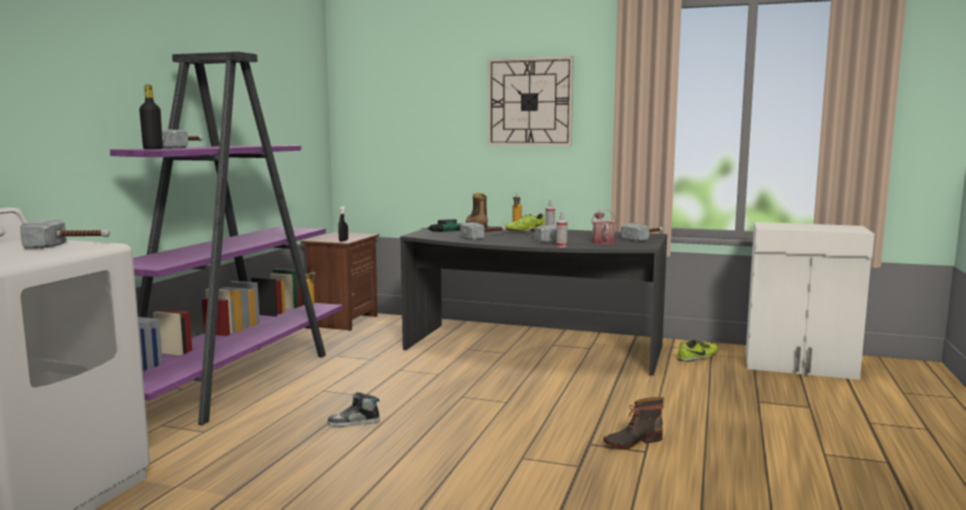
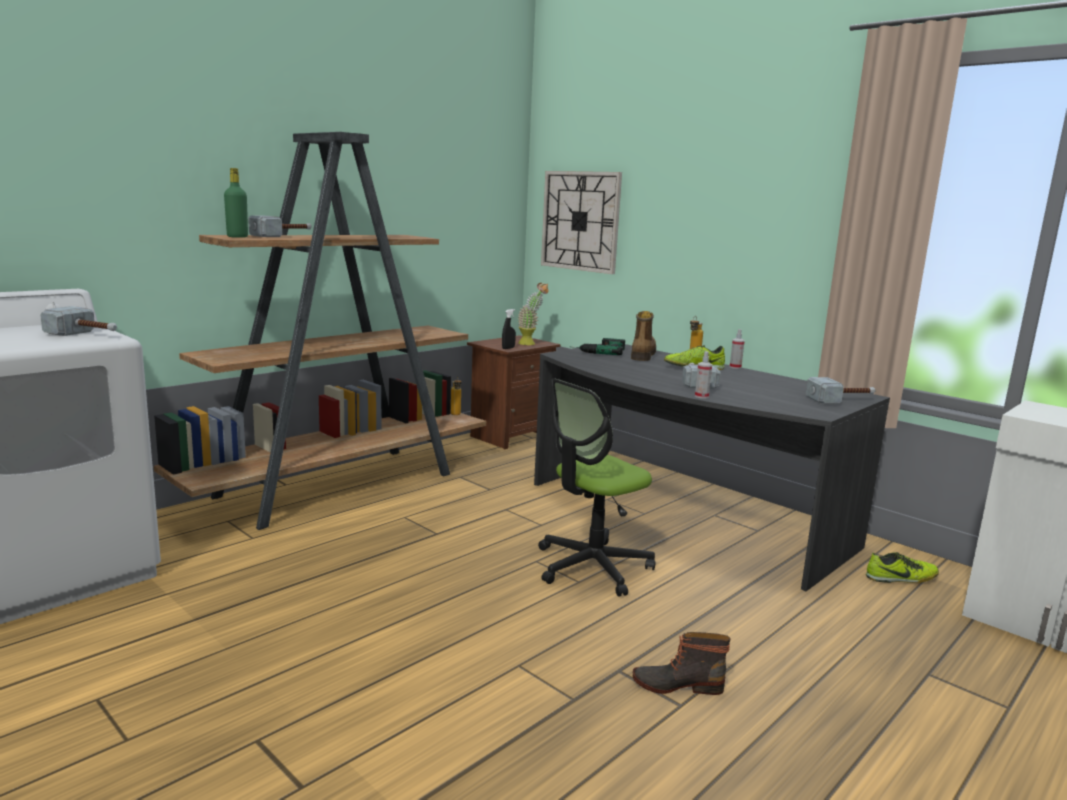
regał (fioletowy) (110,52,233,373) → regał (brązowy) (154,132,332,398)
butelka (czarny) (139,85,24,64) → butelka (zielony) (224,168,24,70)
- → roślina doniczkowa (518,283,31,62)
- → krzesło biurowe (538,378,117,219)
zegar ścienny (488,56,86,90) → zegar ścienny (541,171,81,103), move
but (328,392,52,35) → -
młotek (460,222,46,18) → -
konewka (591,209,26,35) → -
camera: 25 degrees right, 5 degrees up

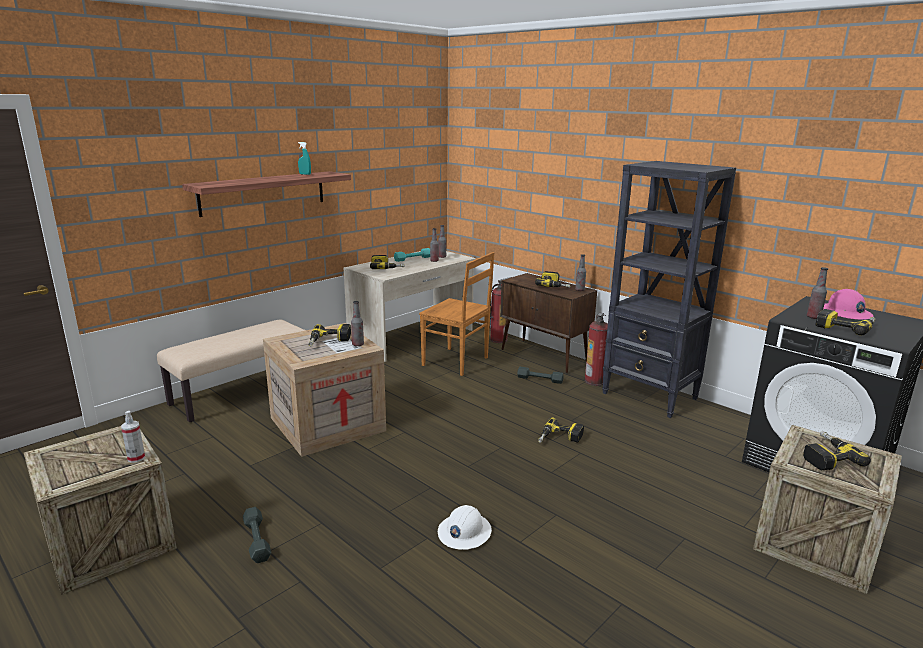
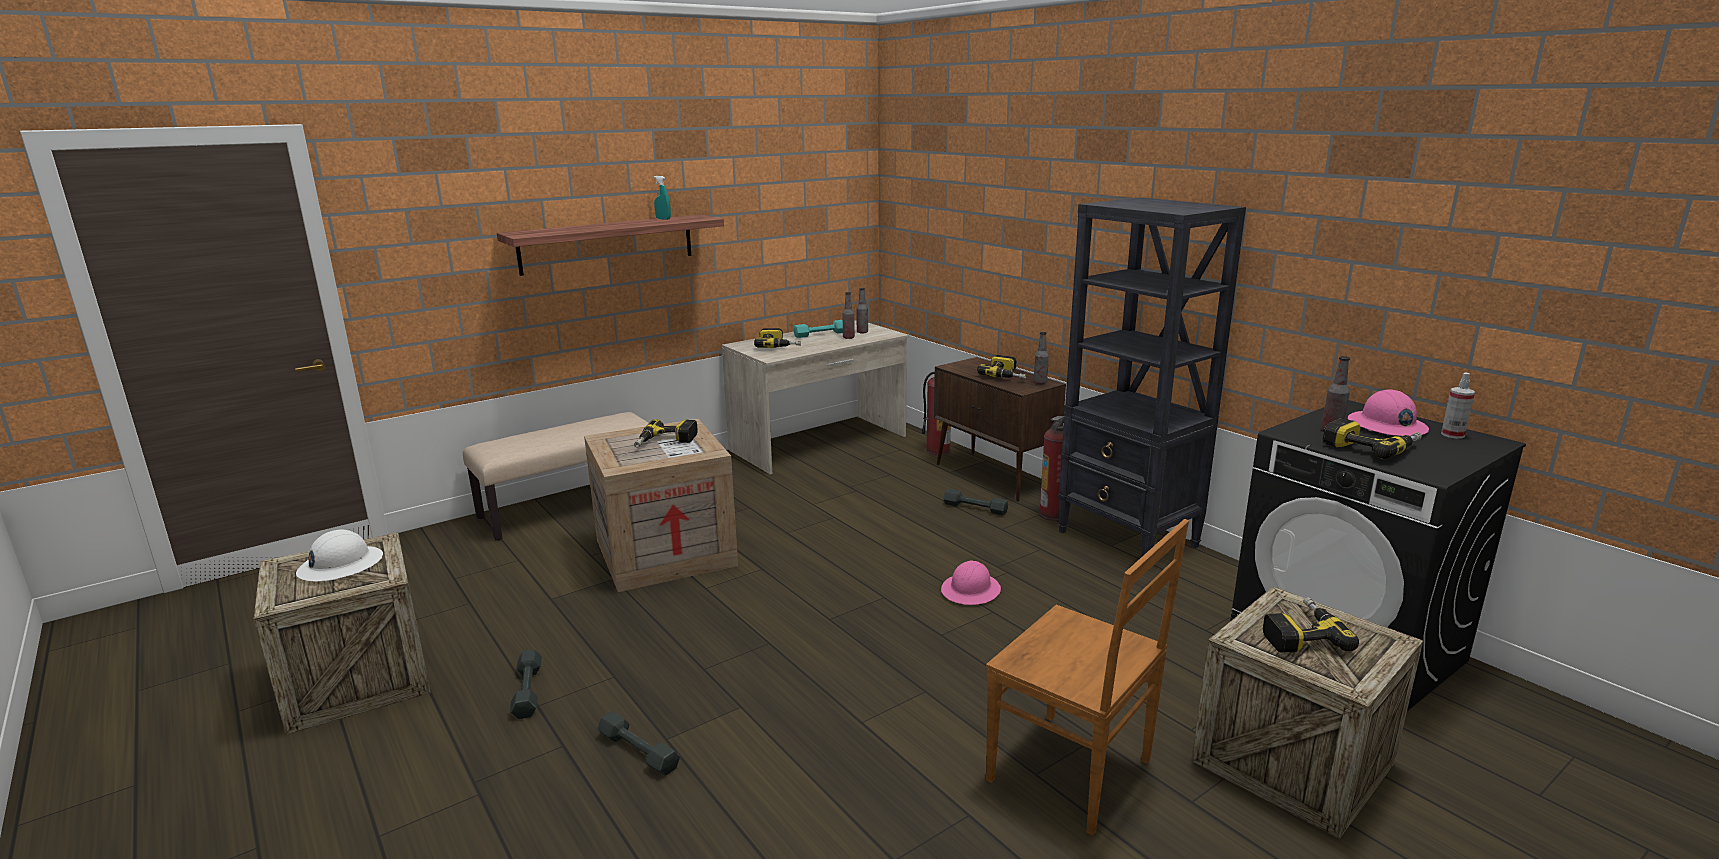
kask (biały) (438,505,54,45) → kask (biały) (296,530,87,52), move
- → hantel (szary) (597,711,83,65)
wiertarka (538,417,46,26) → kask (różowy) (941,561,60,44)
krzesło (brązowy) (419,252,75,124) → krzesło (brązowy) (986,519,203,316), move
spryskiwacz (121,411,24,52) → spryskiwacz (1441,372,34,67), move
butelka (351,301,13,45) → -
camera: 10 degrees right, 0 degrees up

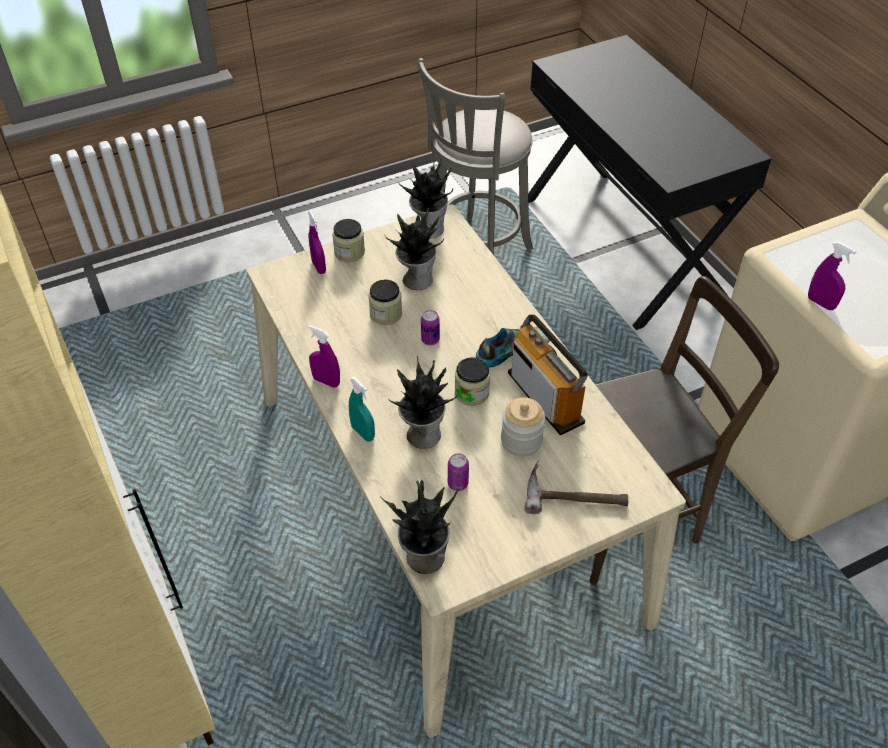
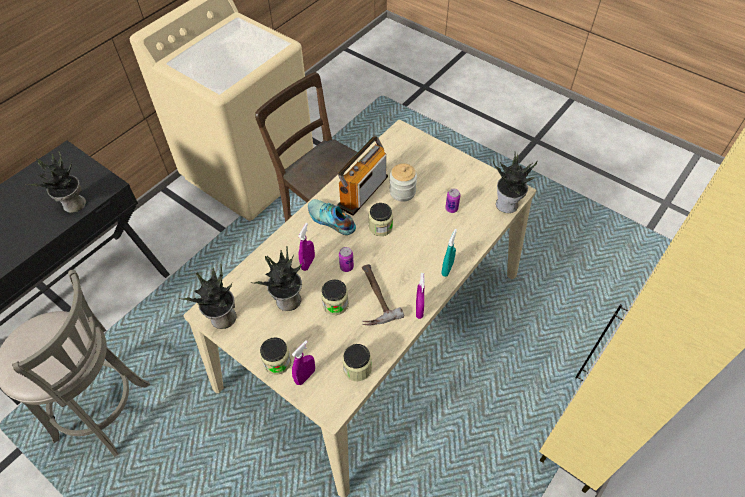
roślina doniczkowa (389,356,69,93) → roślina doniczkowa (26,151,60,62), move
spryskiwacz (fioletowy) (808,242,48,68) → spryskiwacz (fioletowy) (298,223,17,48), move
- → słoik (342,344,30,37)
młotek (525,460,103,54) → młotek (362,264,42,61), move
camera: 115 degrees left, 5 degrees up

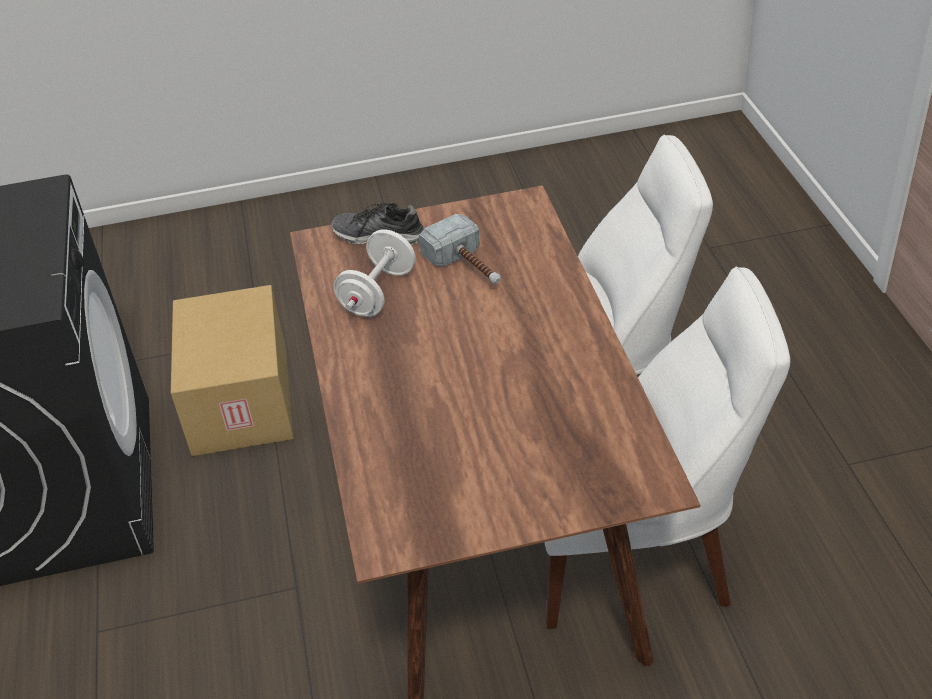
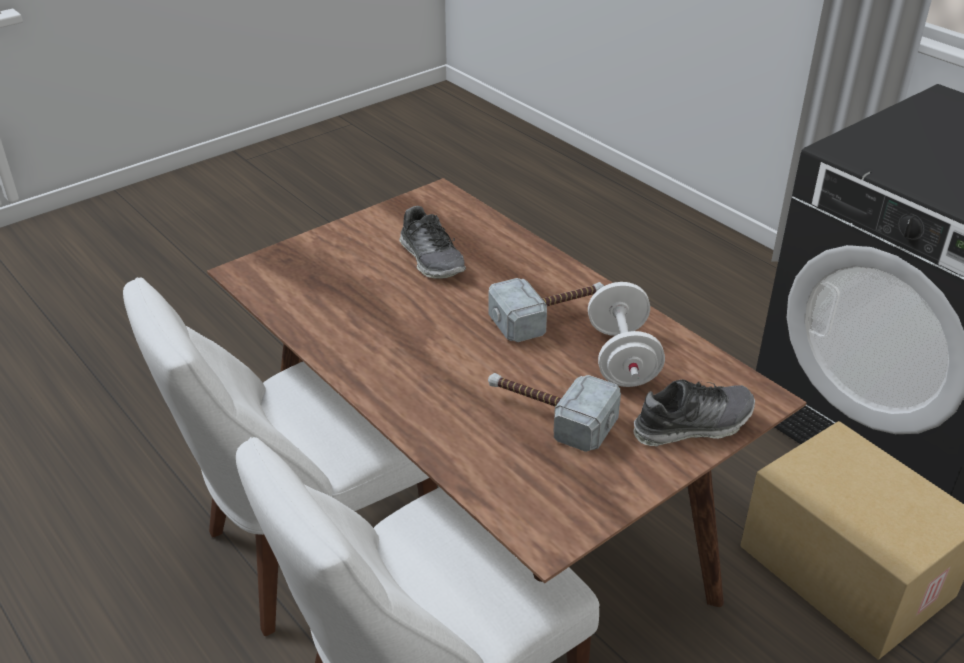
- → but (399,206,67,73)
- → młotek (488,278,116,64)
camera: 150 degrees right, 5 degrees down

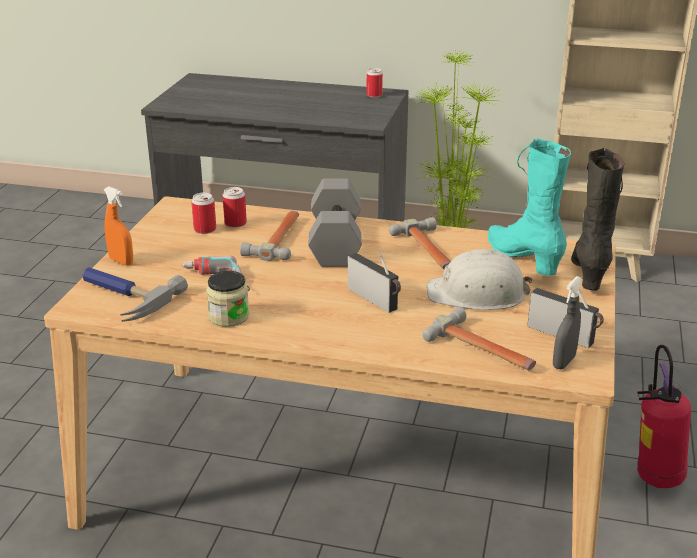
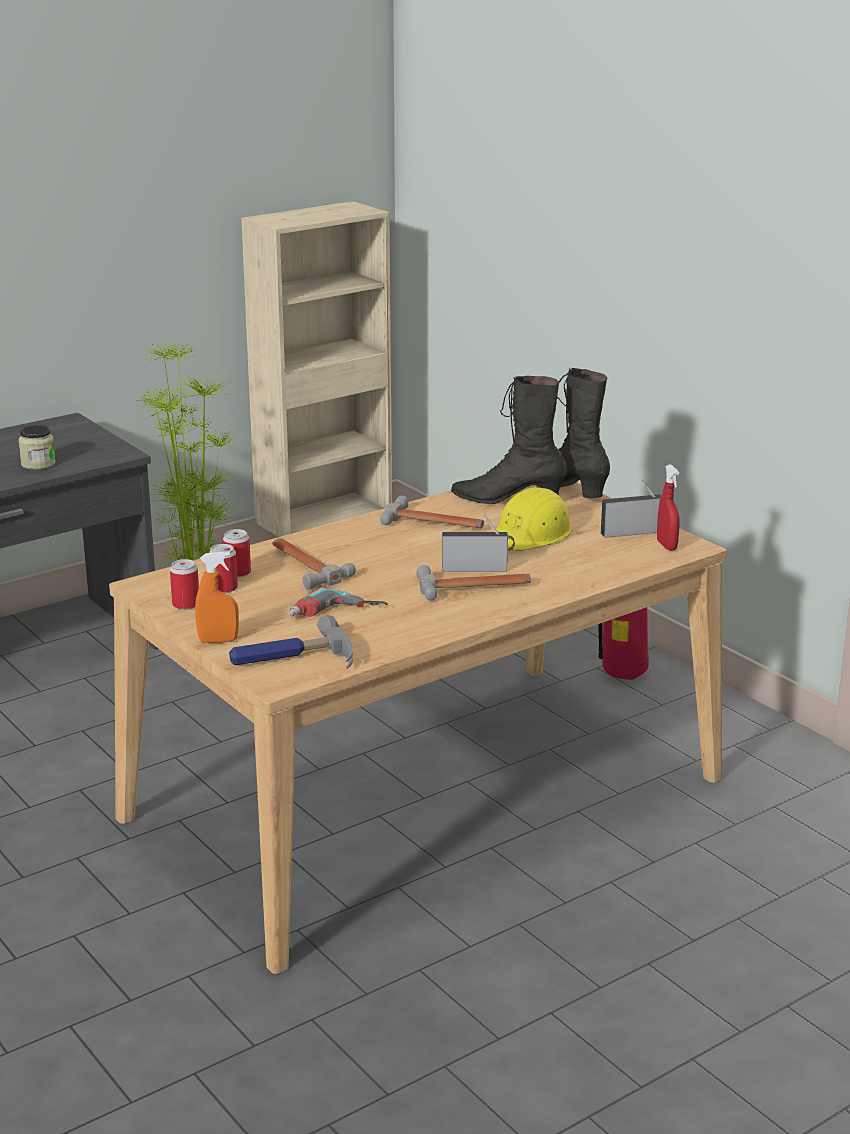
słoik (206,271,43,56) → słoik (18,425,38,45), move
puszka (366,68,17,30) → puszka (170,559,29,51), move
młotek (423,307,113,63) → młotek (416,565,115,36), move
but z cholewką (turkusowy) (488,138,84,138) → but z cholewką (czarny) (451,376,116,128)
kask (biały) (427,249,105,61) → kask (żółty) (493,487,80,64)
spryskiwacz (szary) (553,276,29,93) → spryskiwacz (czerwony) (657,464,23,87)
hantel (szary) (308,178,54,89) → -
camera: 50 degrees left, 5 degrees down

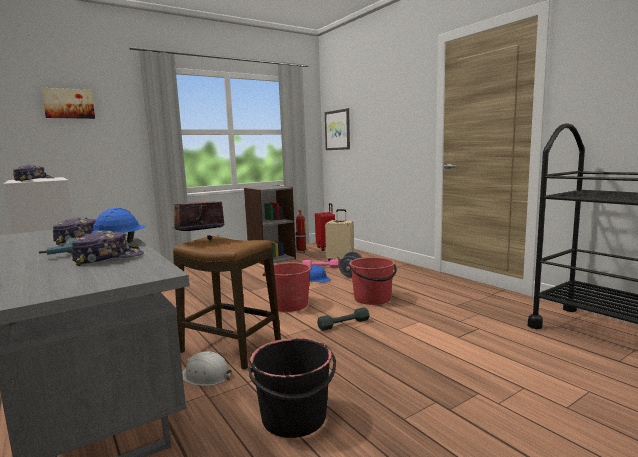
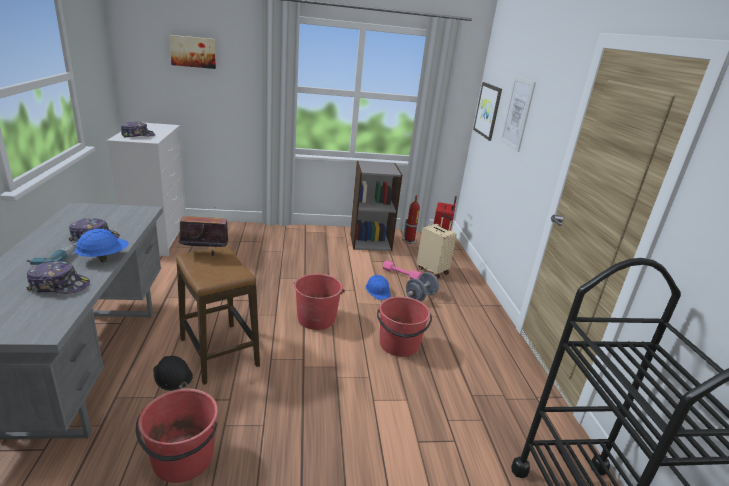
wiadro (czarny) (248,338,88,100) → wiadro (czerwony) (136,389,82,94)
kask (biały) (182,351,51,35) → kask (czarny) (153,356,40,35)
- → obraz (500,76,36,76)
hantel (szary) (317,307,53,24) → -
camera: 25 degrees right, 15 degrees up

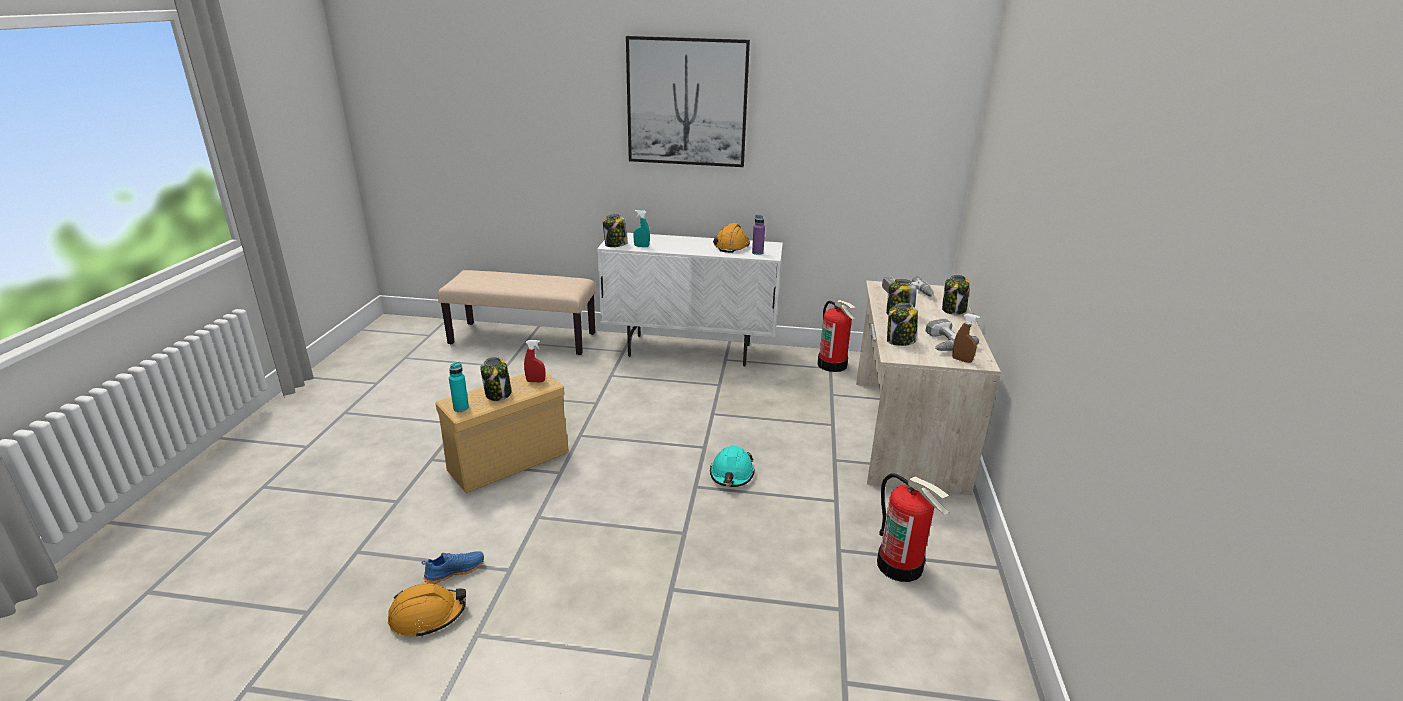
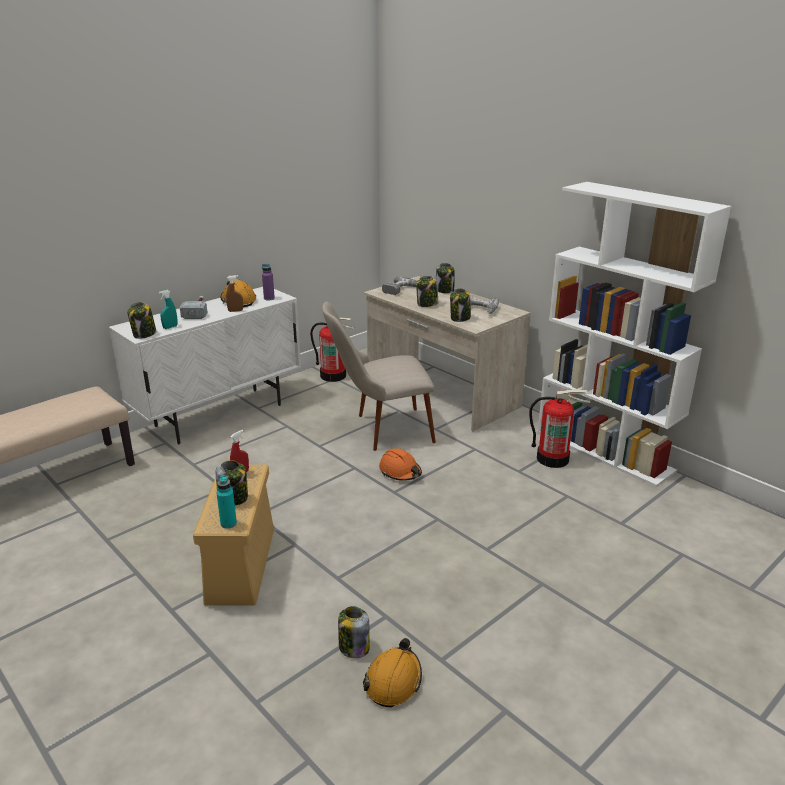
- → młotek (180,296,27,23)
spryskiwacz (brązowy) (952,313,28,50) → spryskiwacz (brązowy) (226,275,17,37), move
- → krzesło (beżowy) (322,302,114,149)
but (niebieski) (421,551,63,33) → słoik (338,606,32,52)
kask (turkusowy) (710,446,45,41) → kask (pomarańczowy) (379,449,43,32)
- → regał (biały) (537,182,195,305)
obraz (626,36,124,131) → -
camera: 50 degrees left, 0 degrees up

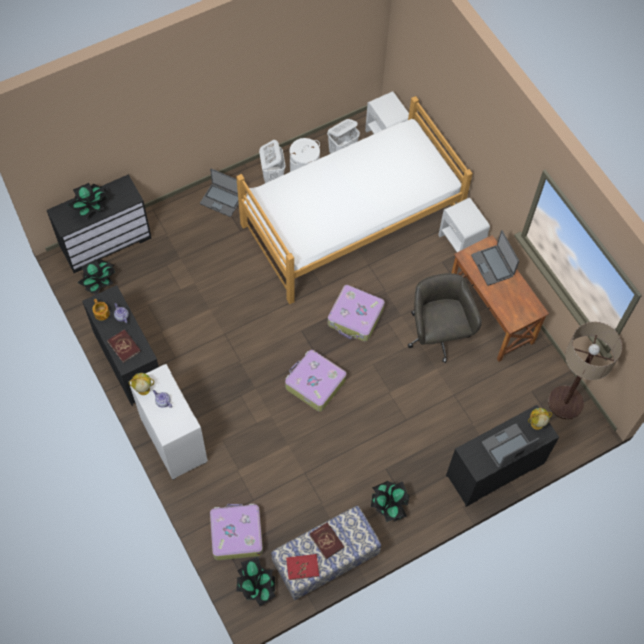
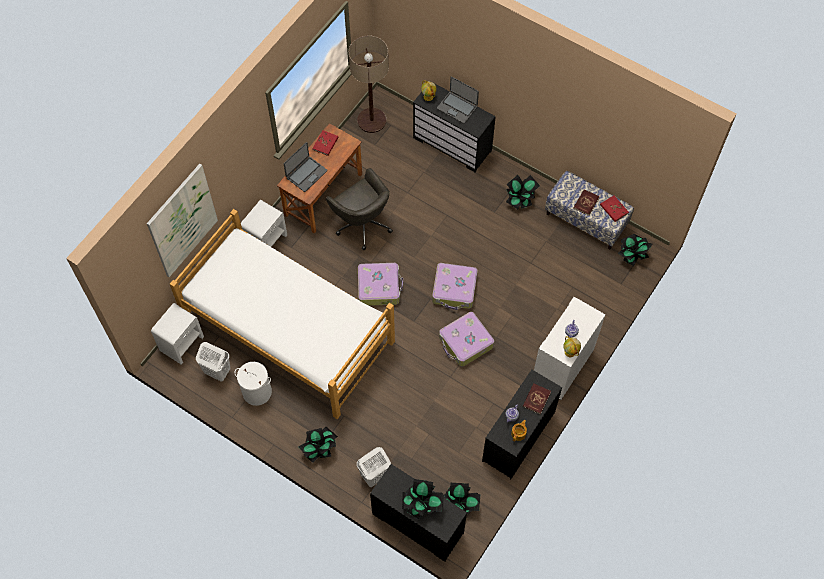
- → obraz (147,164,71,113)
laptop (200,169,39,48) → roślina doniczkowa (299,427,39,36)
- → książka (czerwony) (312,130,26,26)
krzesło biurowe (szary) (408,273,74,90) → krzesło biurowe (szary) (326,168,67,82), 90 degrees counterclockwise
kosz na pranie (biały) (259,140,27,43) → kosz na pranie (biały) (357,447,34,40), move
walizka (210,504,53,56) → walizka (439,312,55,55), move
camera: 115 degrees left, 0 degrees up

